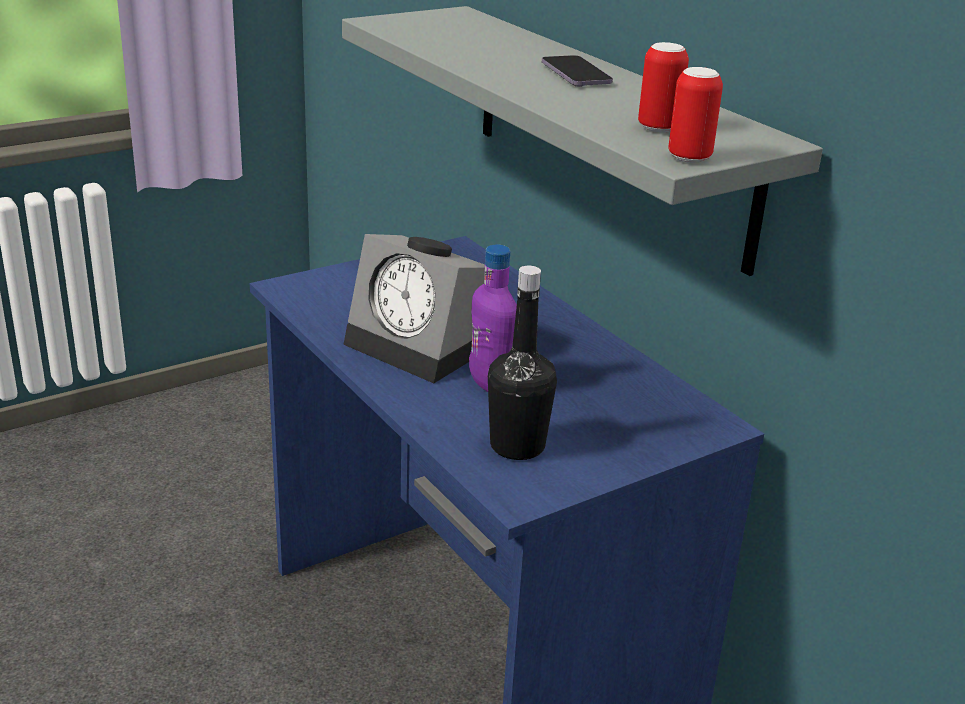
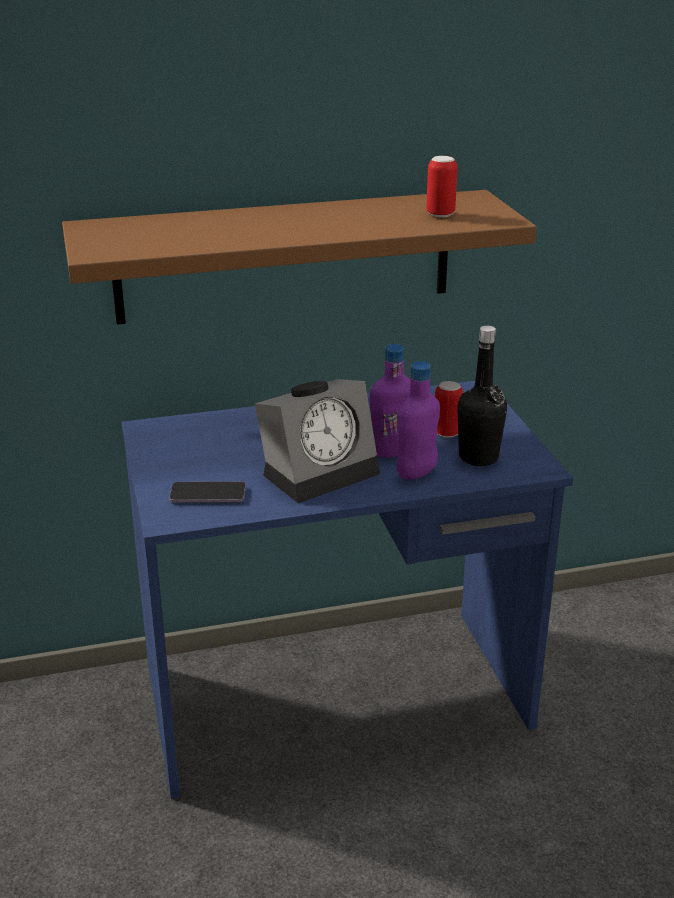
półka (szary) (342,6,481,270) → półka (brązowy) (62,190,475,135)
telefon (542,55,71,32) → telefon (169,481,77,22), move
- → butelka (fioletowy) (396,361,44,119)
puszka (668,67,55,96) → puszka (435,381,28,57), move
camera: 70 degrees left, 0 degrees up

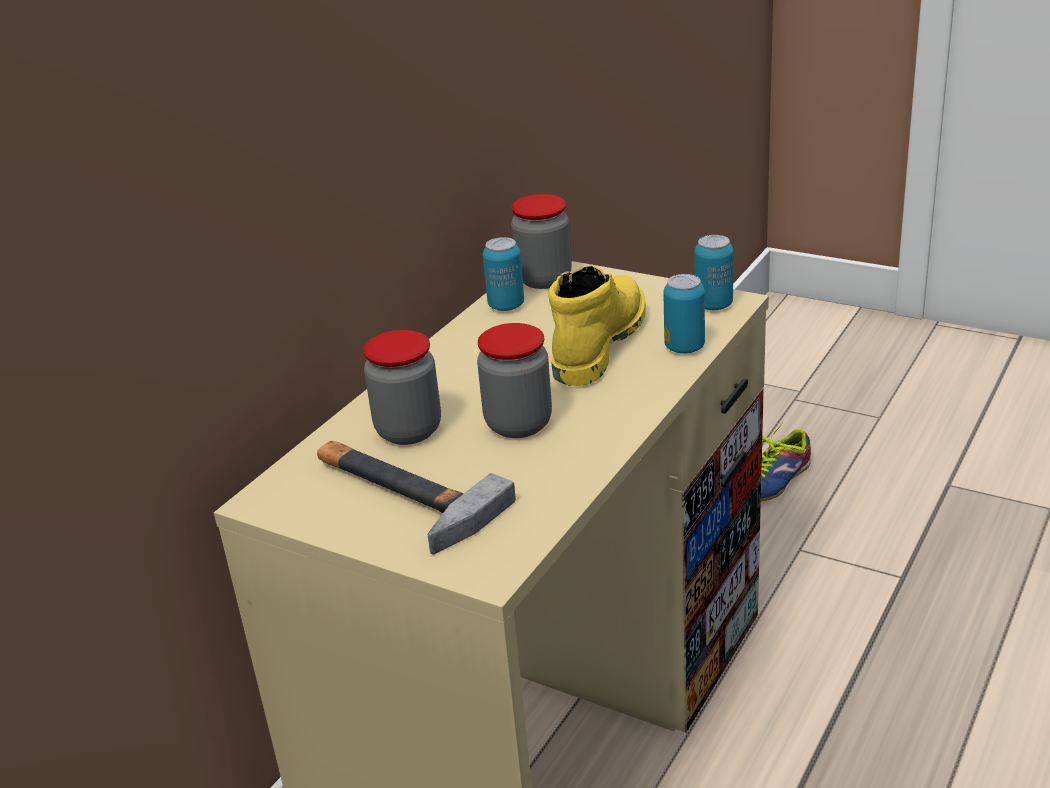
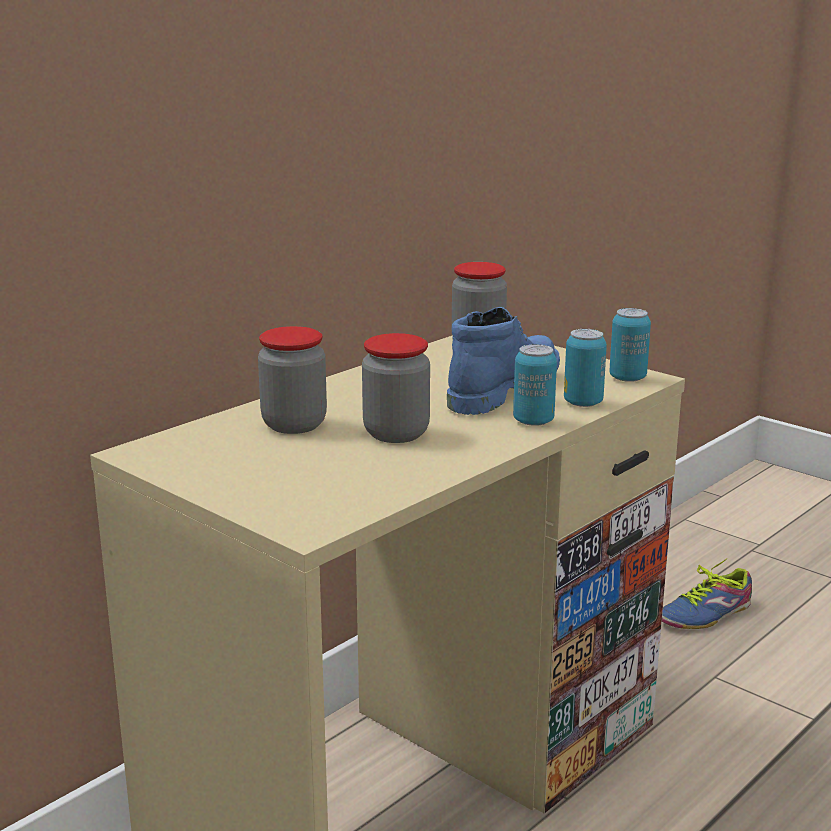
but z cholewką (żółty) (548,265,98,121) → but z cholewką (niebieski) (447,307,113,108)
puszka (483,237,41,74) → puszka (513,344,44,82), move
młotek (317,441,199,113) → -
camera: 10 degrees right, 10 degrees down

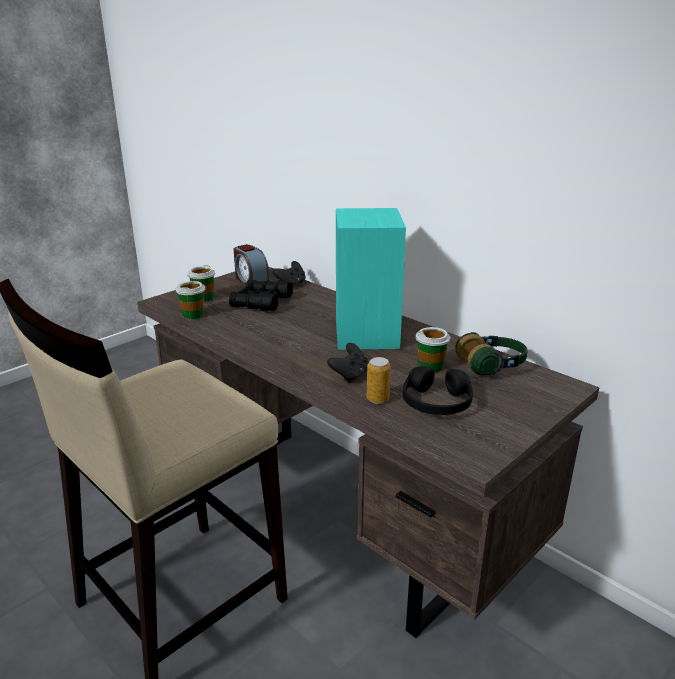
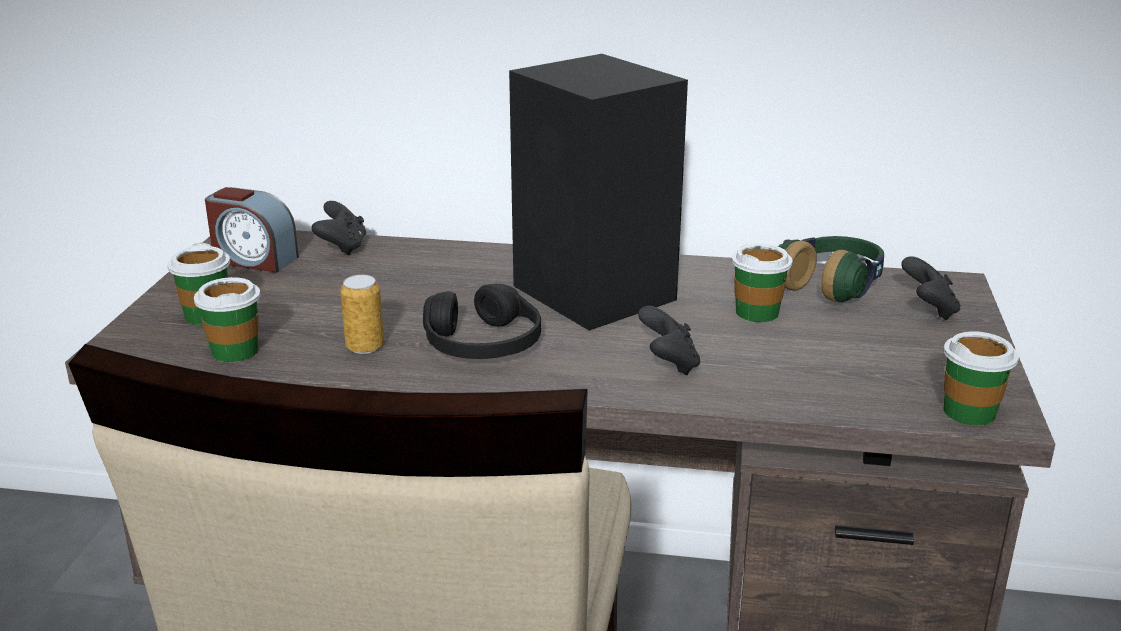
puszka (367,357,24,47) → puszka (340,275,44,79), move
słuchawki (czarny) (403,366,70,49) → słuchawki (czarny) (423,284,118,75), move
głośnik (turkusowy) (336,208,70,142) → głośnik (czarny) (509,54,179,277)
- → pad do gier (czarny) (901,256,59,64)
- → filiżanka (943,331,76,95)
lornetka (czarny) (229,280,64,31) → -
camera: 35 degrees left, 0 degrees up

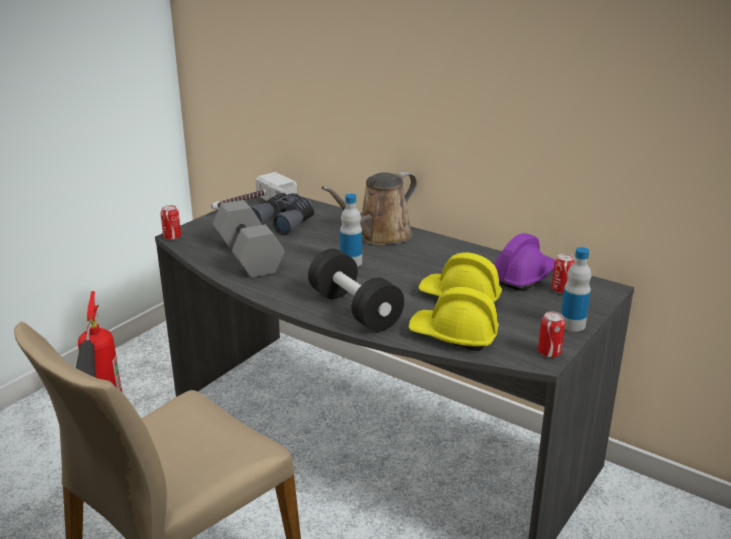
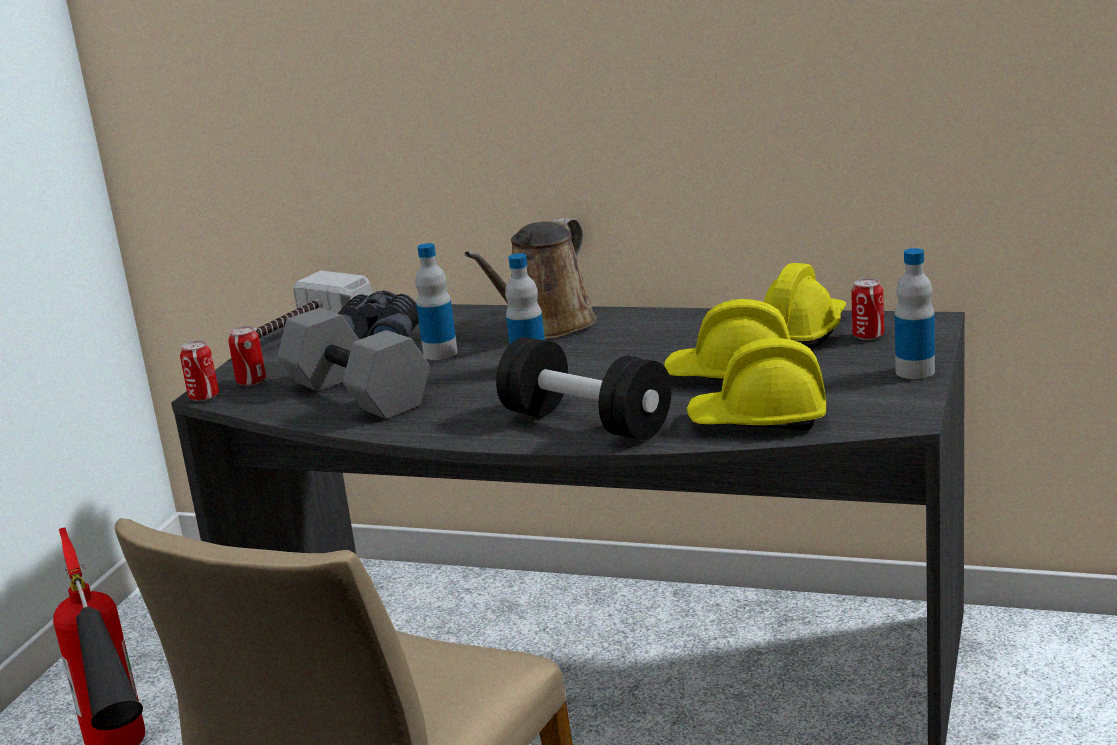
puszka (538,312,27,45) → puszka (228,326,38,60), move
- → butelka (415,243,43,117)
kask (fioletowy) (494,233,61,58) → kask (żółty) (764,263,82,86)
camera: 15 degrees left, 5 degrees down

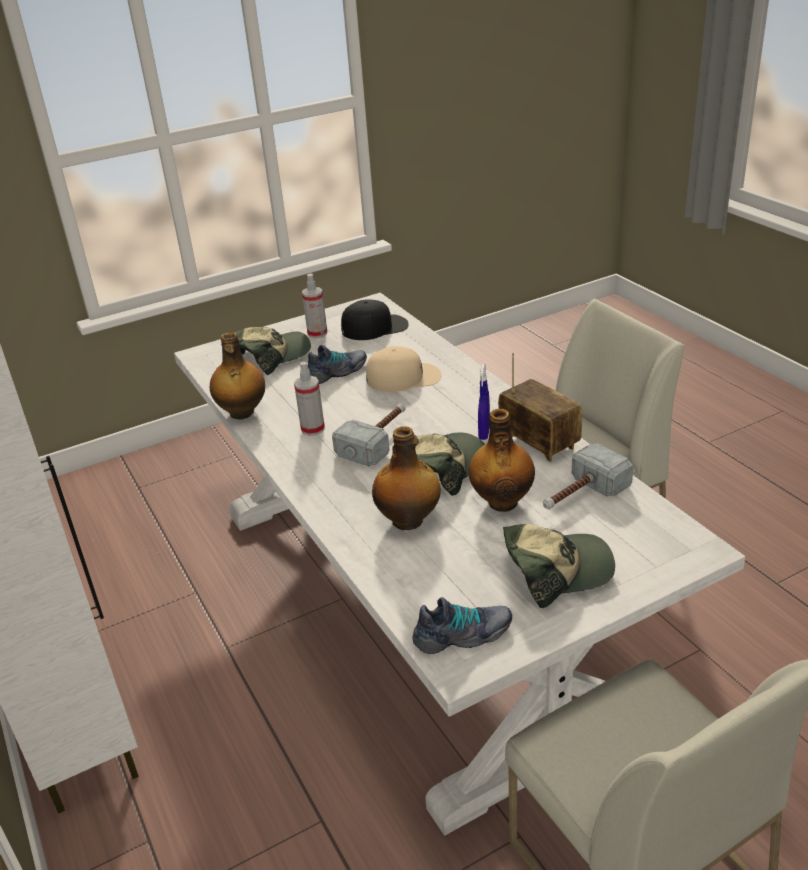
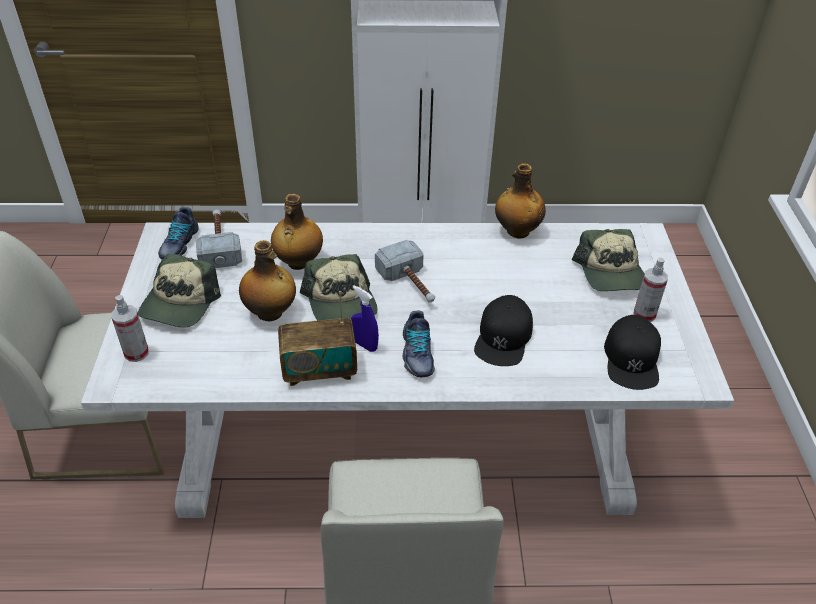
spryskiwacz (294,362,31,74) → spryskiwacz (111,295,38,67), move
młotek (543,443,91,67) → młotek (196,210,46,58), move
but (308,345,59,39) → but (403,310,32,67), move
czapka z daszkiem (beżowy) (366,346,76,46) → czapka z daszkiem (czarny) (474,295,59,71)
camera: 115 degrees right, 10 degrees up

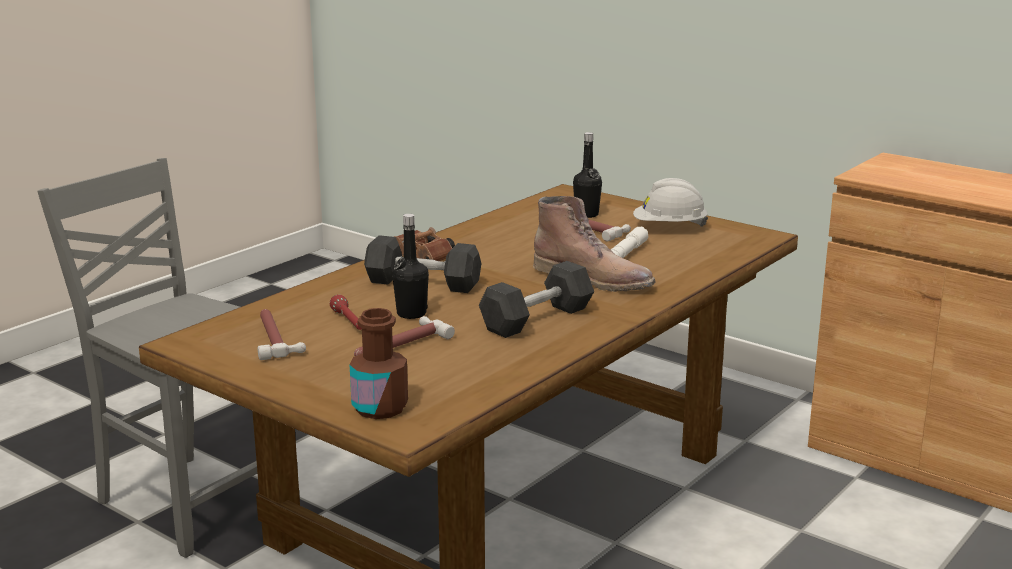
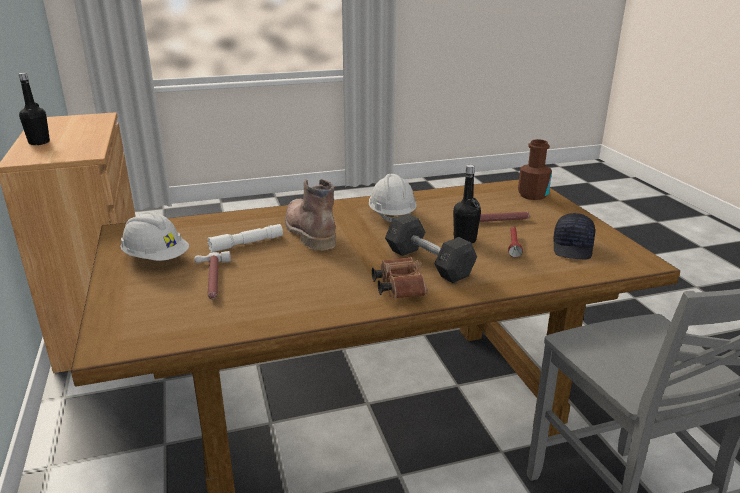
butelka (czarny) (573,132,29,86) → butelka (czarny) (18,73,32,72), move
hantel (szary) (479,261,115,77) → kask (biały) (369,174,48,48)
młotek (258,309,48,51) → czapka z daszkiem (czarny) (553,213,42,47)
camera: 145 degrees left, 5 degrees up

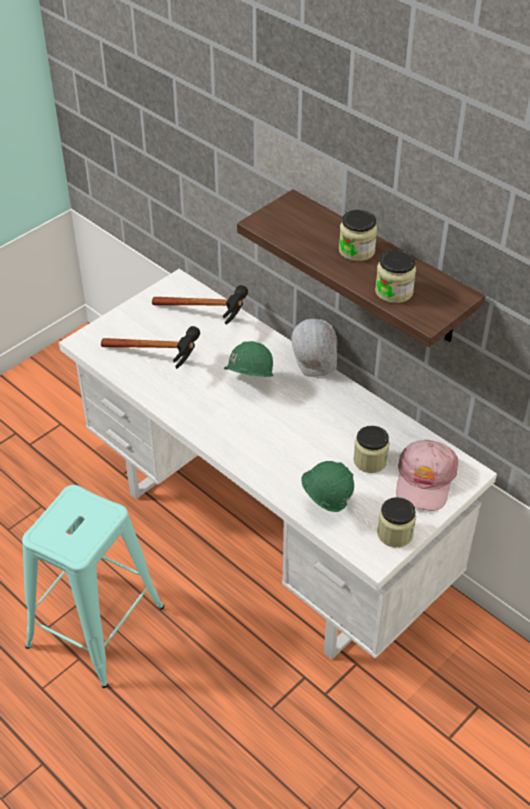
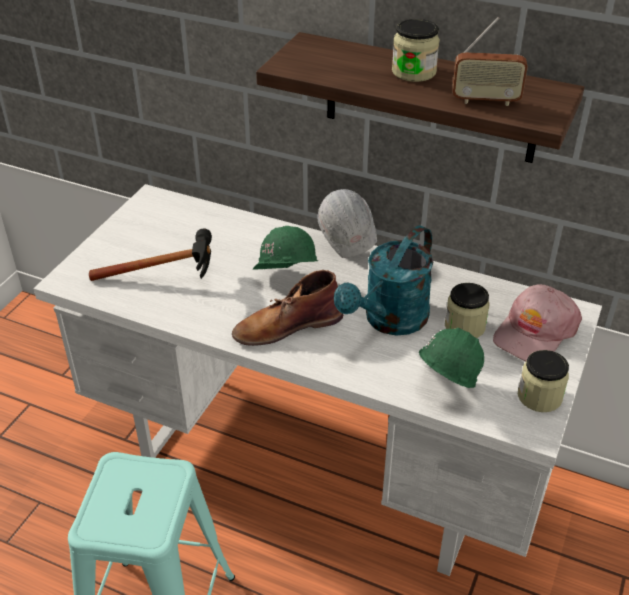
- → but z cholewką (brązowy) (232,270,111,76)
- → konewka (turkusowy) (334,226,99,110)
słoik (375,250,41,53) → radio (453,17,75,89)
czapka z daszkiem (różowy) (396,440,62,71) → czapka z daszkiem (różowy) (493,284,89,77), 45 degrees clockwise
młotek (152,285,96,40) → -
camera: 20 degrees left, 5 degrees down

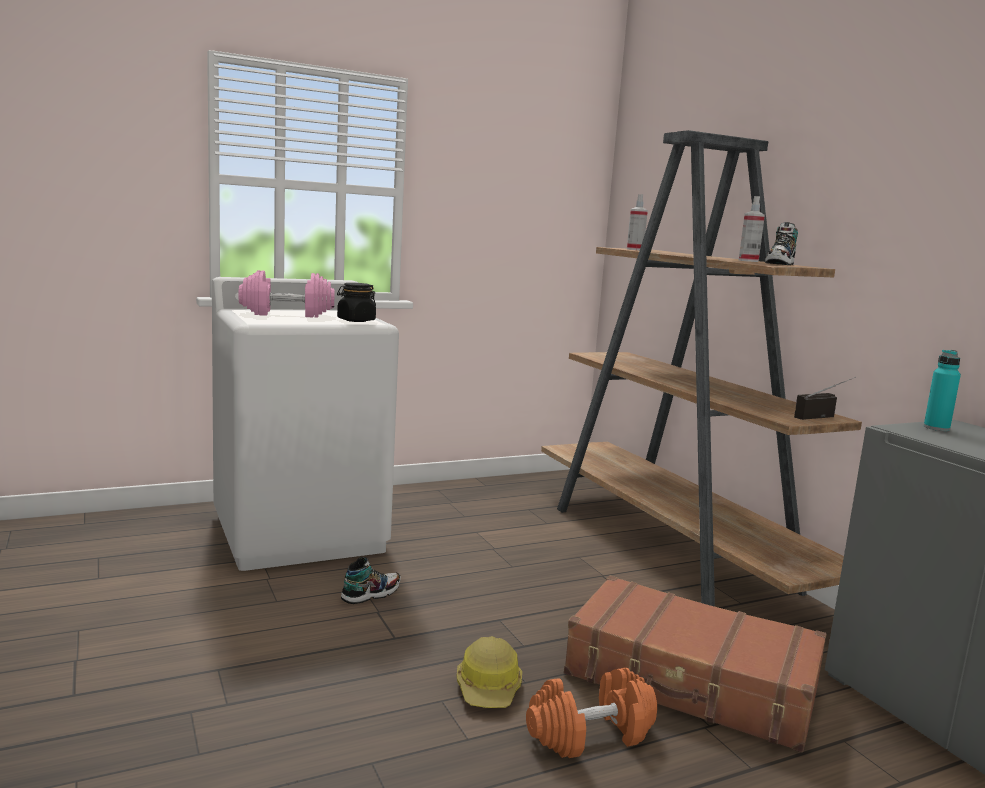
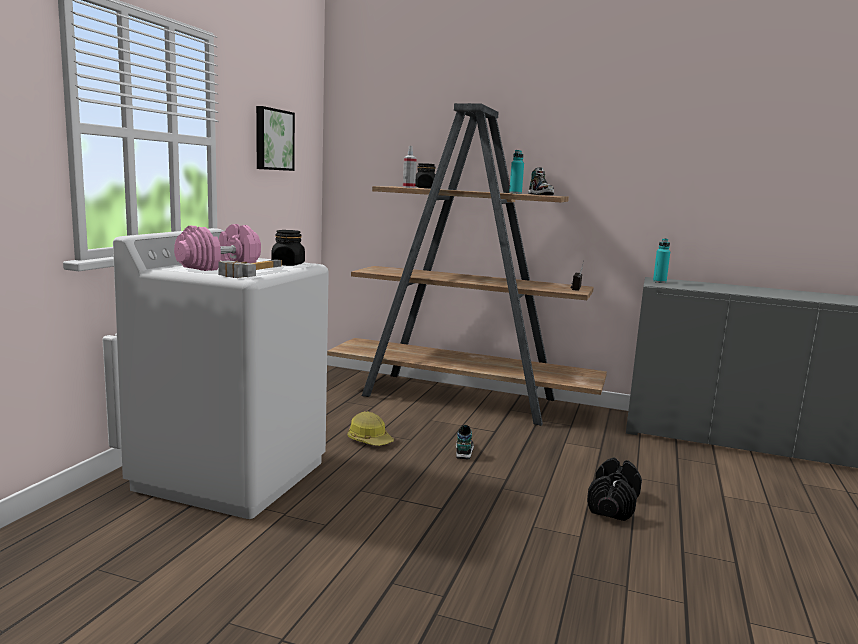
- → młotek (218,259,64,19)
- → obraz (256,106,39,65)
kask (457,636,65,72) → kask (347,411,47,35), move
- → słoik (czarny) (415,163,21,25)
but (341,557,60,47) → but (456,425,18,35), move
spryskiwacz (739,196,26,66) → butelka (turkusowy) (509,150,15,44)
hantel (pomarańczowy) (526,668,131,90) → hantel (czarny) (587,458,55,63)
walizka (brązowy) (564,576,263,176) → -
camera: 45 degrees left, 0 degrees up

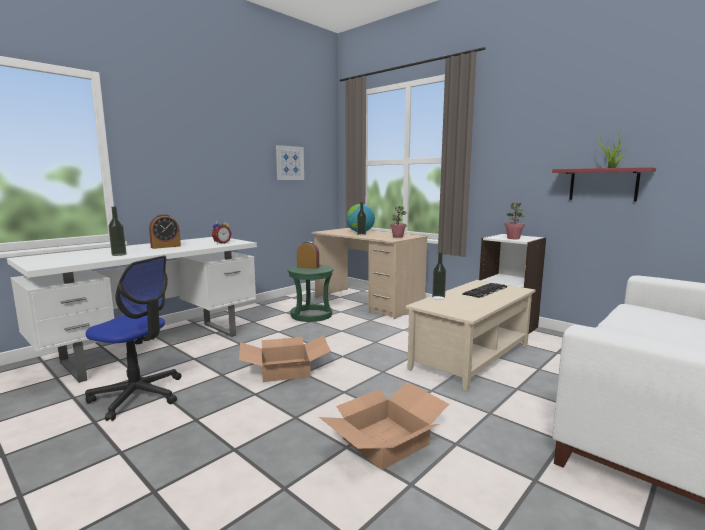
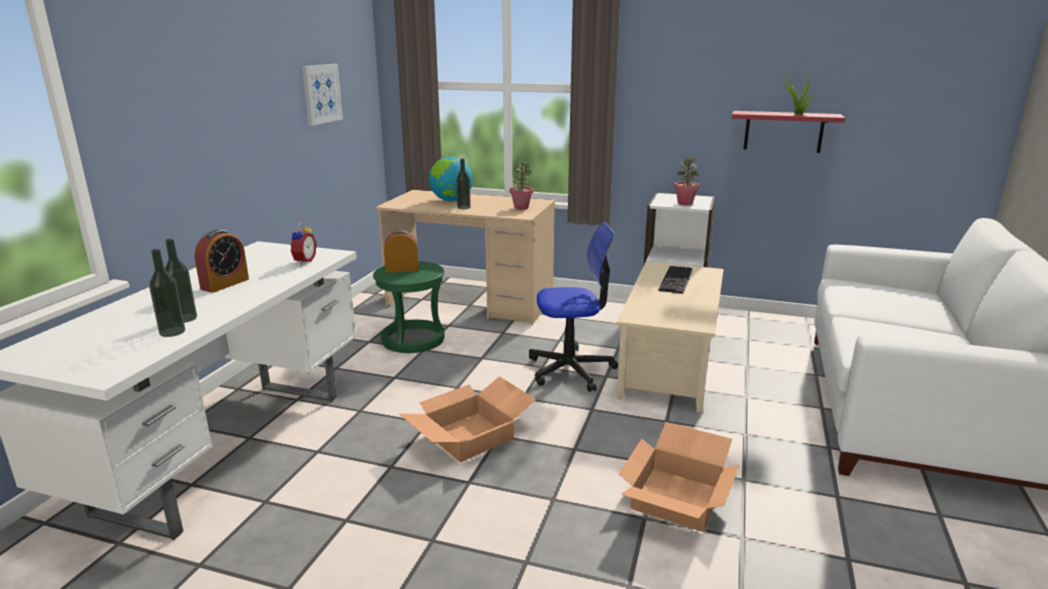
butelka (432,252,14,48) → butelka (149,249,36,88), move
krzesło biurowe (85,256,96,165) → krzesło biurowe (529,222,89,170), move
camera: 25 degrees left, 10 degrees up

